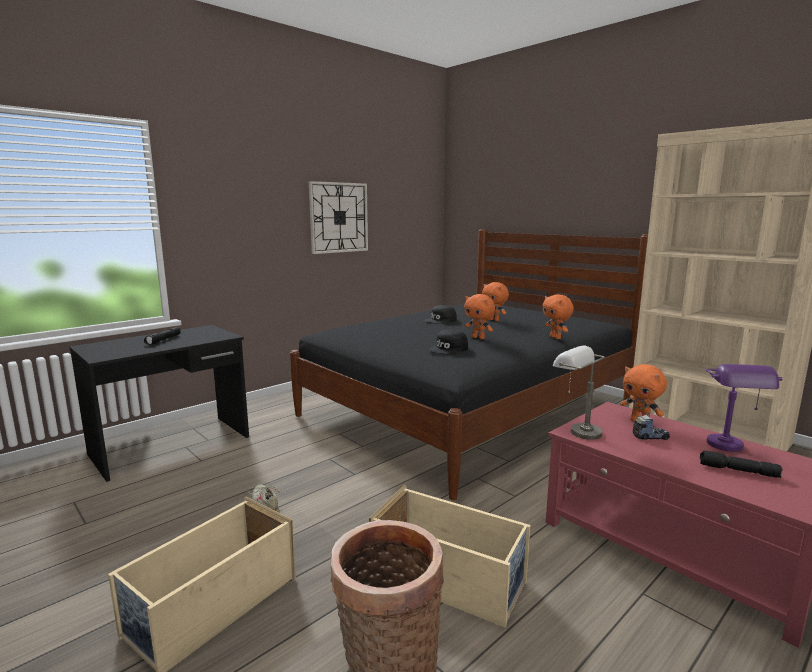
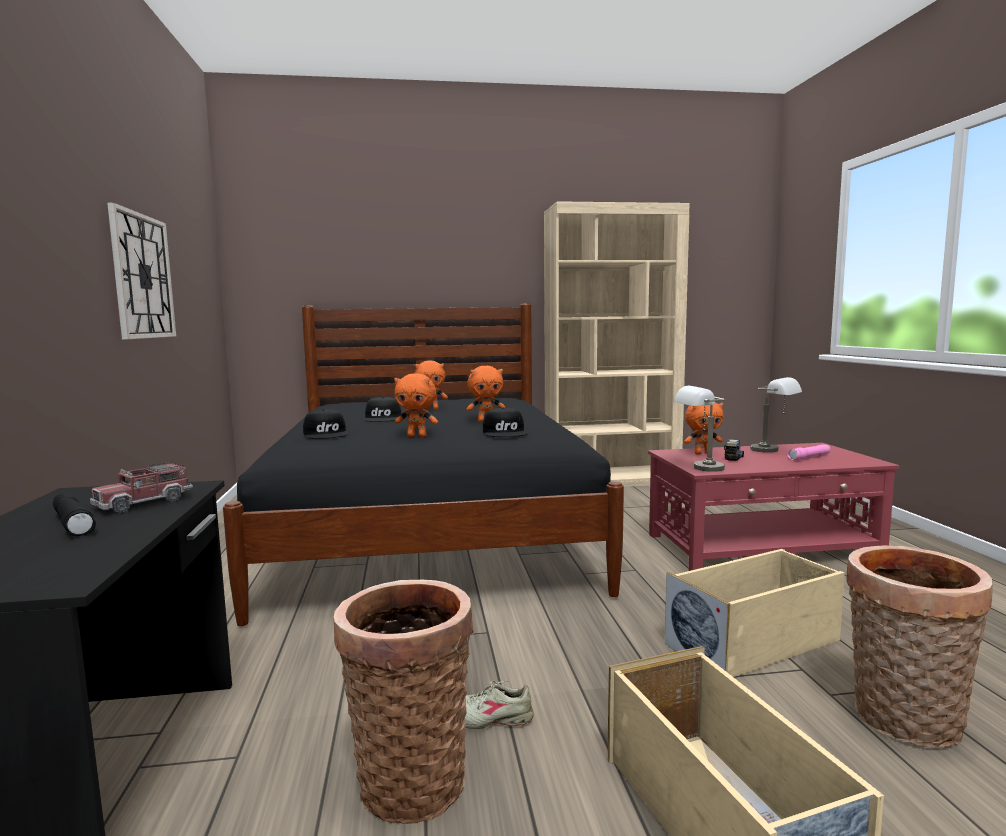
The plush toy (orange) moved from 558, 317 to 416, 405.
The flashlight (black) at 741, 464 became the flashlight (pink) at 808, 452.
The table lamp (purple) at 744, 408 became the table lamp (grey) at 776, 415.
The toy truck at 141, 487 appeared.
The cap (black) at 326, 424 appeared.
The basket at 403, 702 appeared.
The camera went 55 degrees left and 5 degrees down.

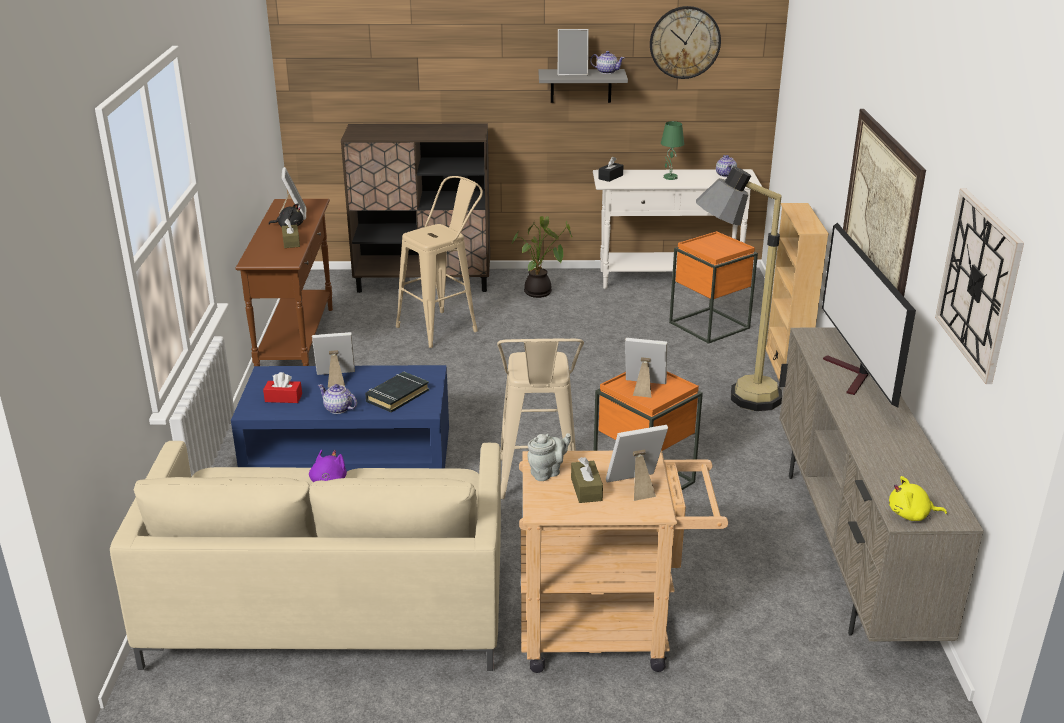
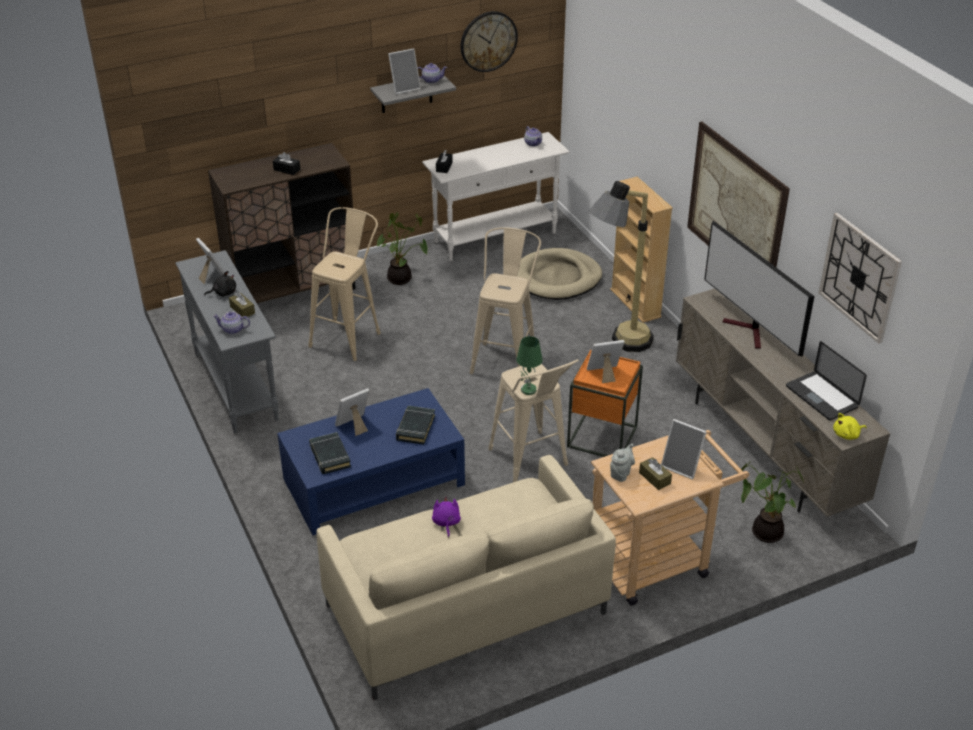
The console table (brown) at 284, 282 became the console table (grey) at 227, 341.
The tissue box (red) at 282, 387 was replaced by the book (black) at 330, 453.
The teapot moved from 337, 399 to 231, 322.
The picture frame at 637, 463 turned 105 degrees counterclockwise.
The table lamp (green) moved from 672, 150 to 529, 365.
The side table (orange) at 713, 287 was replaced by the dog bed (beige) at 559, 274.
The tissue box (black) at 286, 163 appeared.
The stool (beige) at 505, 304 appeared.
The potted plant at 772, 502 appeared.
The laptop at 826, 381 appeared.
The camera went 25 degrees left and 10 degrees up.

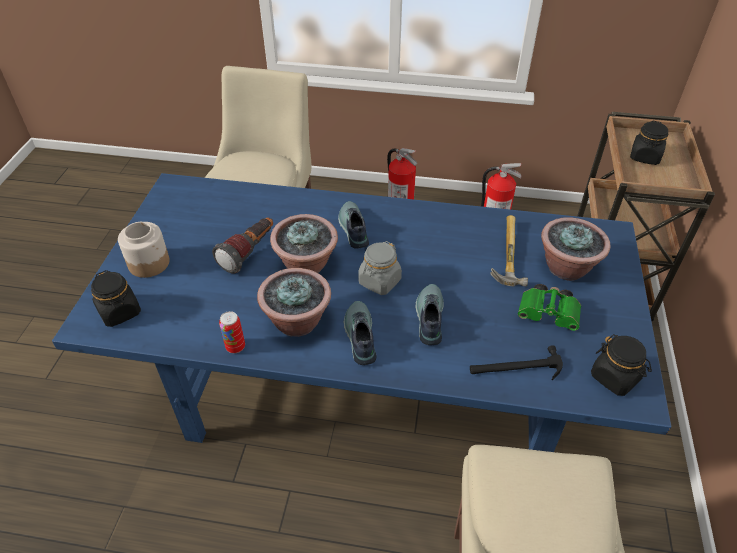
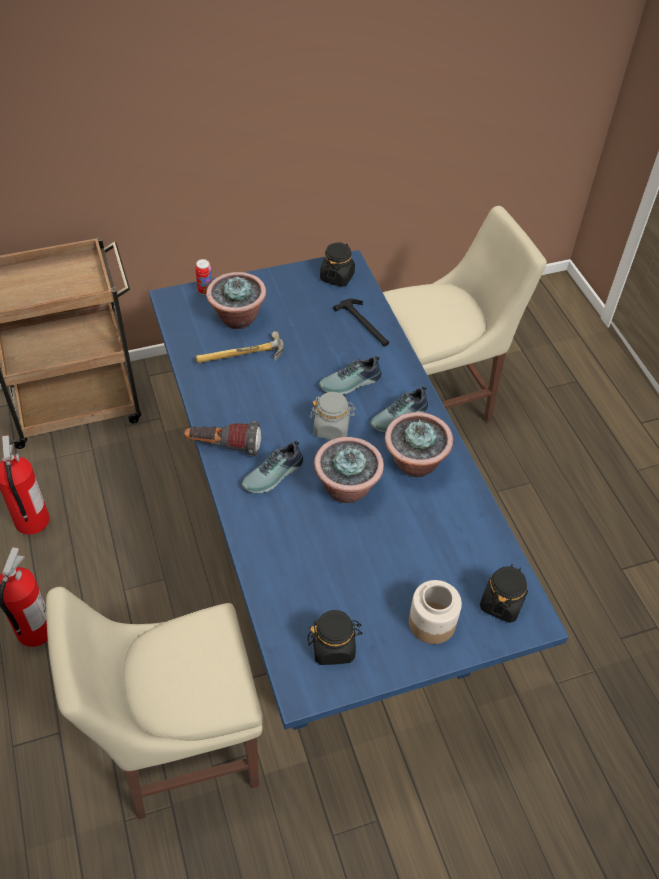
The flashlight moved from 242, 245 to 222, 438.
The can moved from 232, 332 to 203, 277.
The binoculars (green) at 549, 307 disappeared.
The jar (black) moved from 649, 143 to 335, 637.
The camera went 120 degrees left and 5 degrees up.

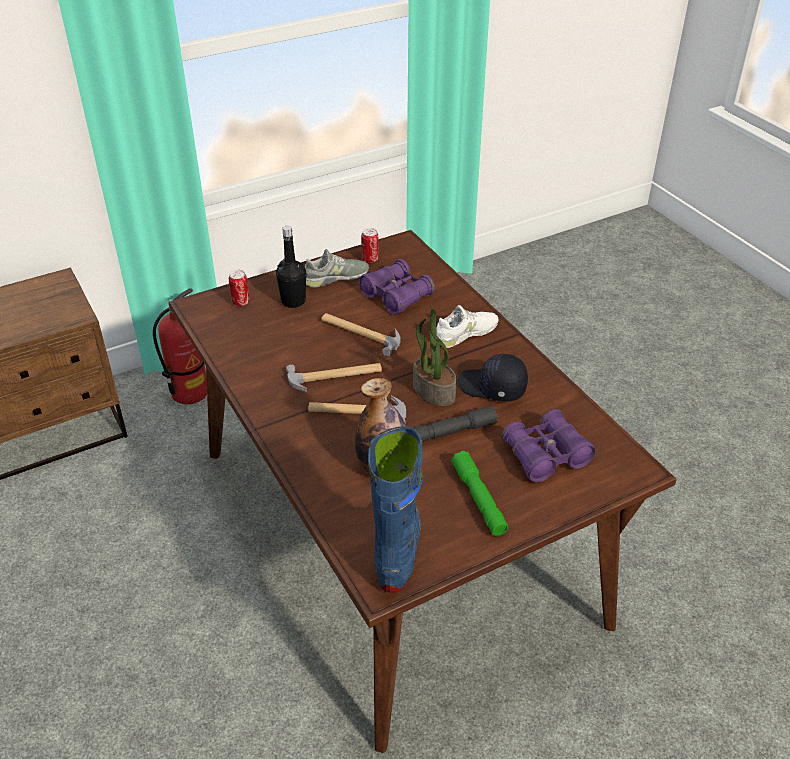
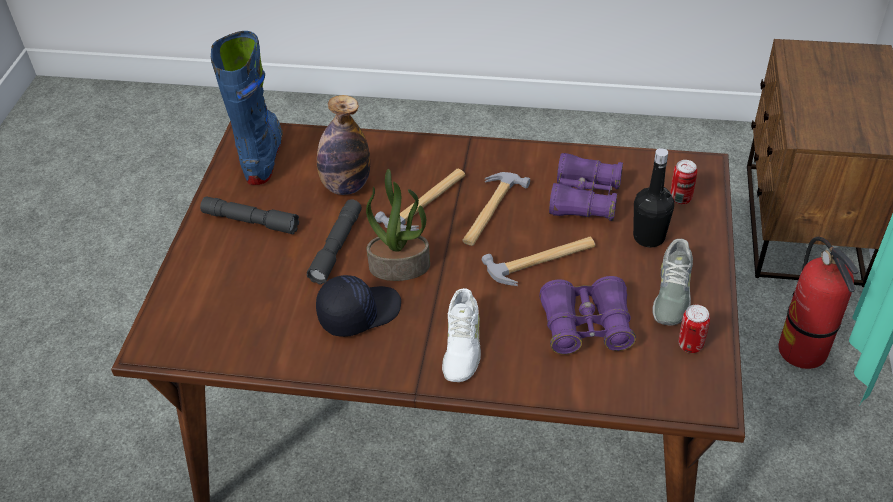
The boot (blue) at 395, 509 turned 135 degrees counterclockwise.
The flashlight (green) at 479, 493 became the flashlight (grey) at 249, 215.
The binoculars (purple) moved from 548, 445 to 586, 187.
The camera went 130 degrees right and 5 degrees up.

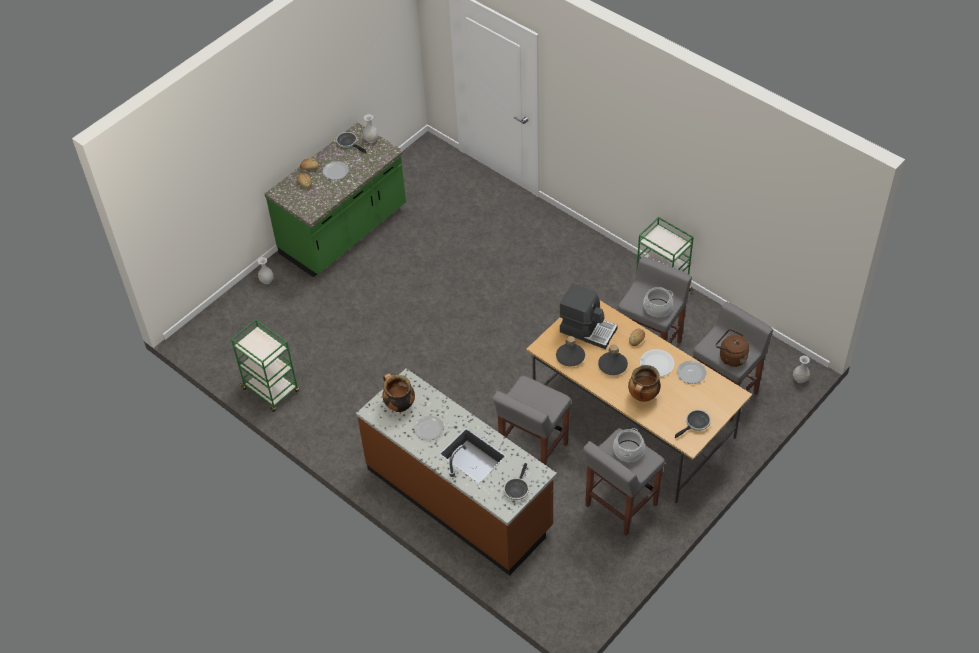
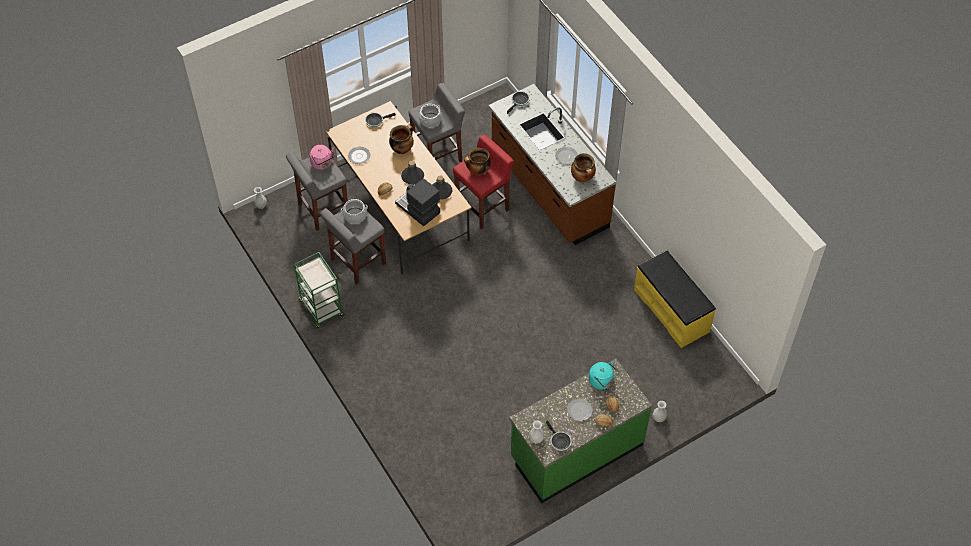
The cart (green) at 265, 365 was replaced by the bench (yellow) at 675, 299.
The stool (grey) at 532, 420 became the stool (red) at 483, 182.
The plate (white) at 657, 363 disappeared.
The kettle (brown) at 732, 348 became the kettle (pink) at 322, 157.
The cooking pot at 477, 162 appeared.
The kettle (turquoise) at 604, 376 appeared.
The camera went 165 degrees left and 5 degrees up.

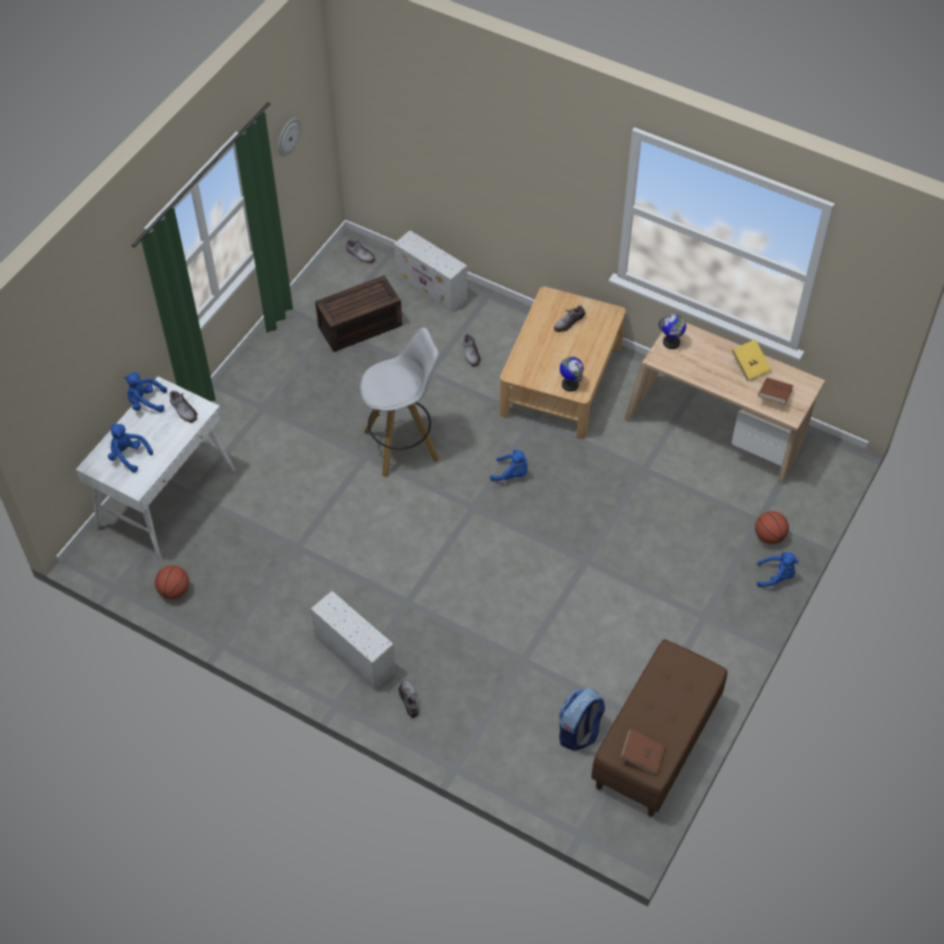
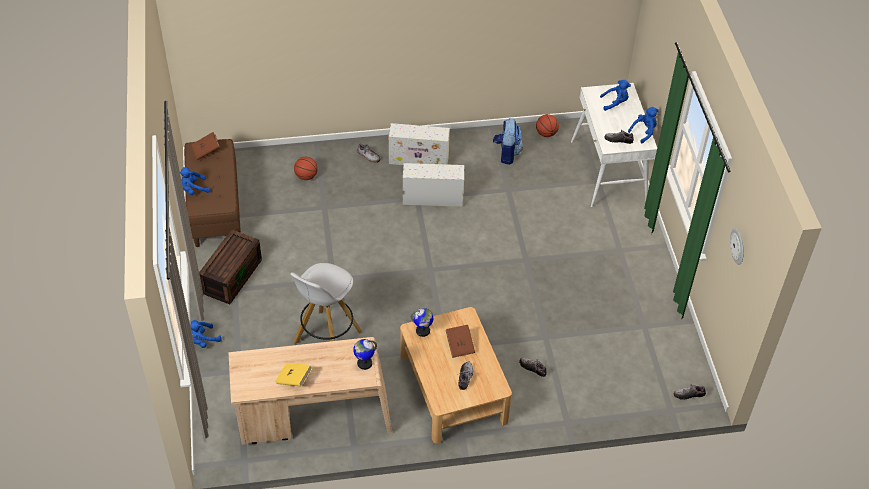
The storage box (brown) moved from 358, 313 to 230, 267.
The stool (white) moved from 399, 402 to 326, 303.
The storage box (white) moved from 431, 271 to 433, 185.
The plush toy (blue) moved from 509, 465 to 195, 181.
The backpack moved from 582, 719 to 508, 141.
The basketball moved from 772, 527 to 306, 168.
The book (brown) moved from 776, 391 to 460, 341.
The camera went 140 degrees right and 5 degrees down.

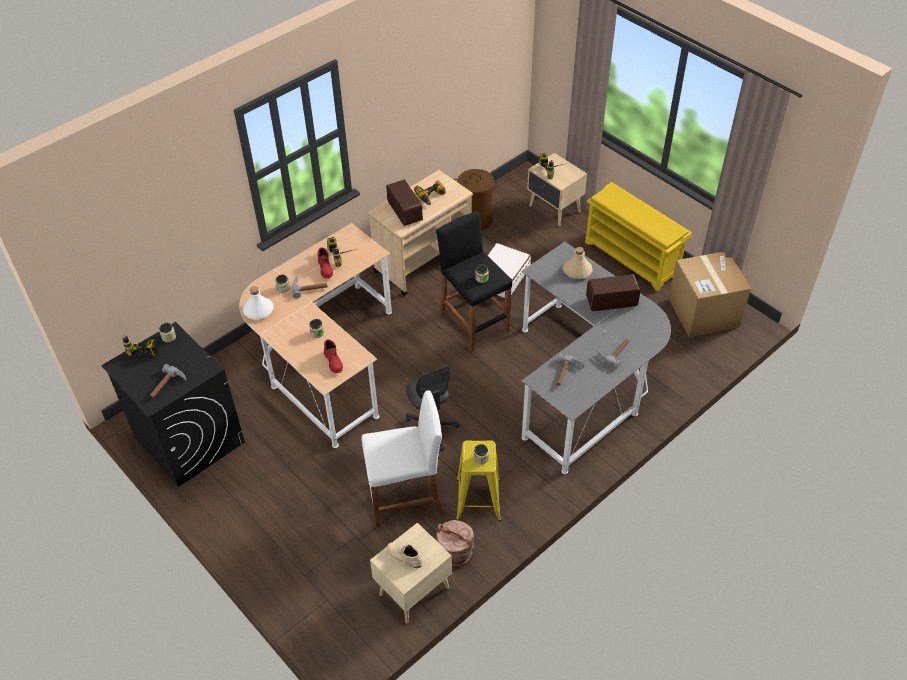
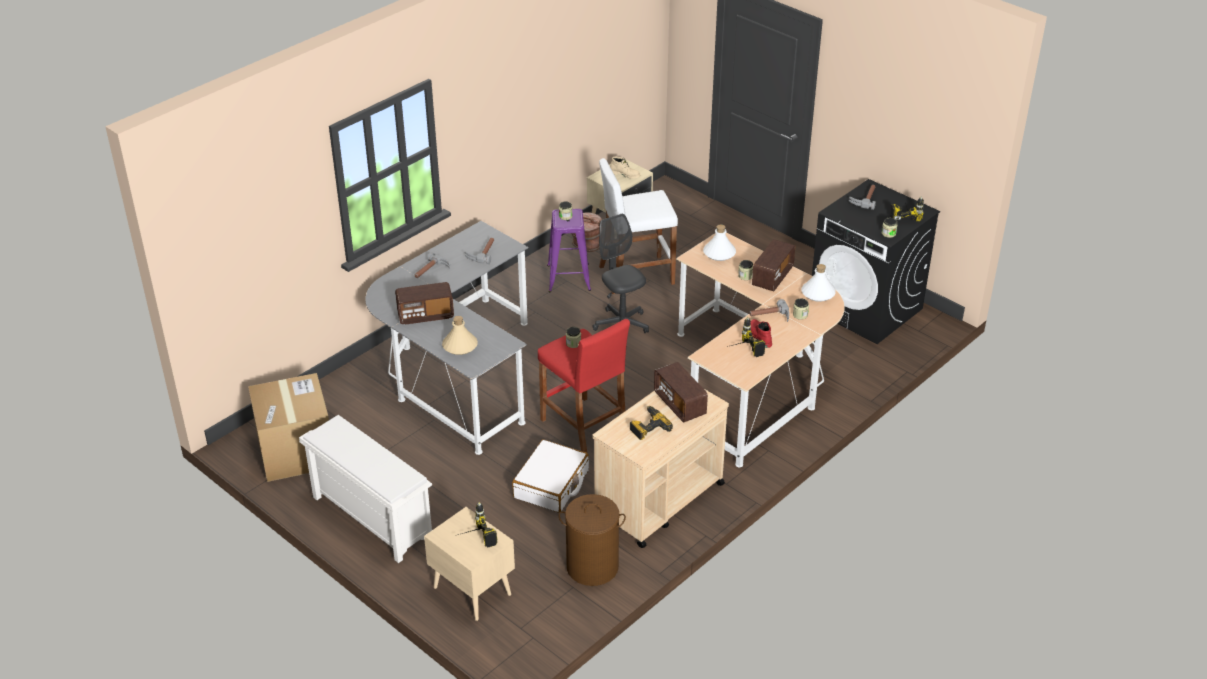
The boot (red) at 333, 356 was replaced by the bottle (white) at 719, 242.
The stool (black) at 474, 281 became the stool (red) at 584, 386.
The stool (yellow) at 478, 480 became the stool (purple) at 569, 250.
The shoe rack (yellow) at 638, 236 became the shoe rack (white) at 365, 489.
The radio at 773, 265 appeared.
The camera went 175 degrees right and 10 degrees down.

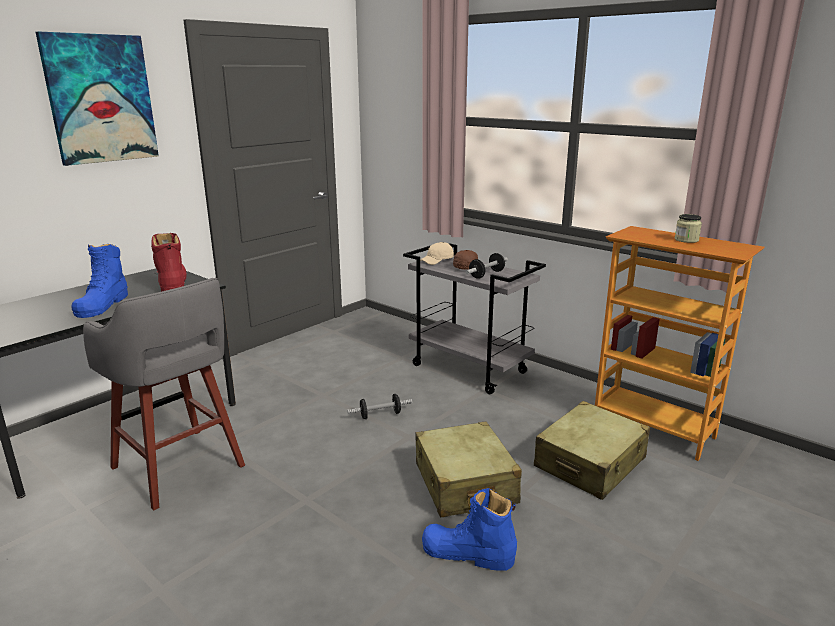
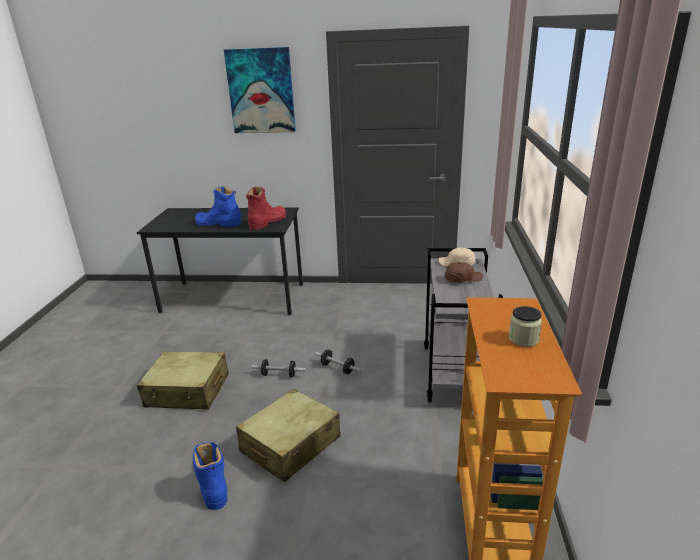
The boot (blue) at 99, 281 turned 45 degrees clockwise.
The stool (grey) at 164, 394 disappeared.
The dumbbell moved from 486, 266 to 278, 368.
The suitcase (beige) moved from 592, 450 to 183, 380.
The camera went 55 degrees right and 5 degrees up.

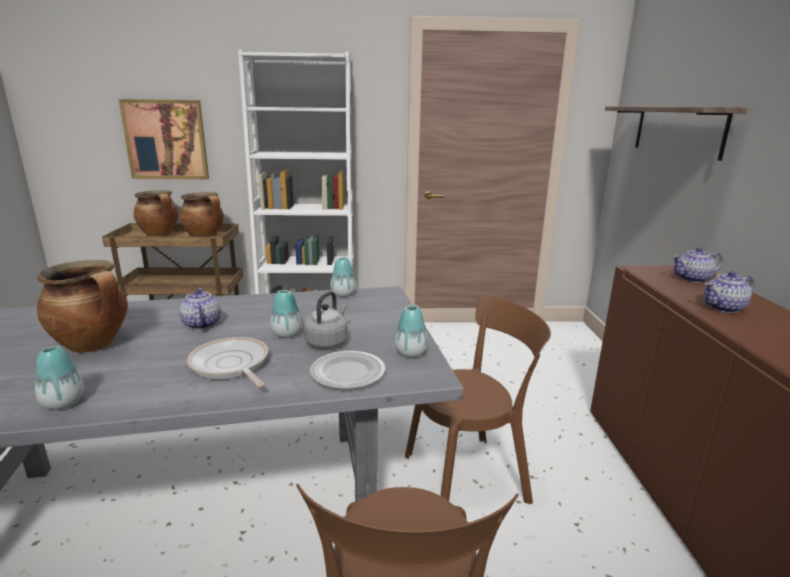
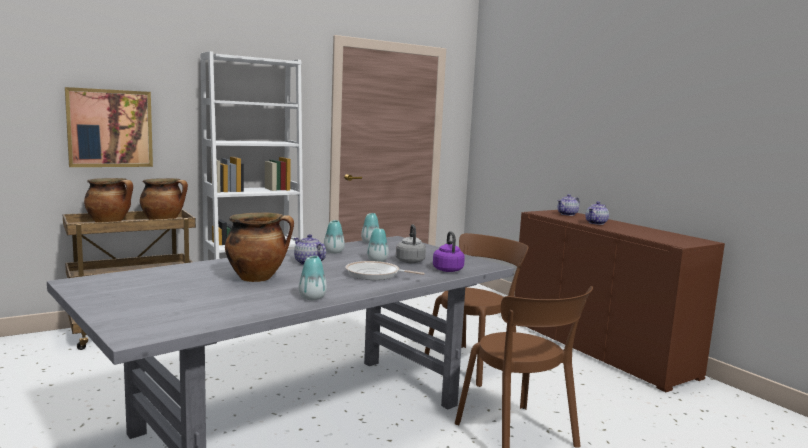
The plate at 347, 370 was replaced by the kettle (purple) at 449, 251.
The vase moved from 411, 331 to 334, 237.
The shelf at 676, 133 disappeared.
The camera went 30 degrees left and 10 degrees down.

